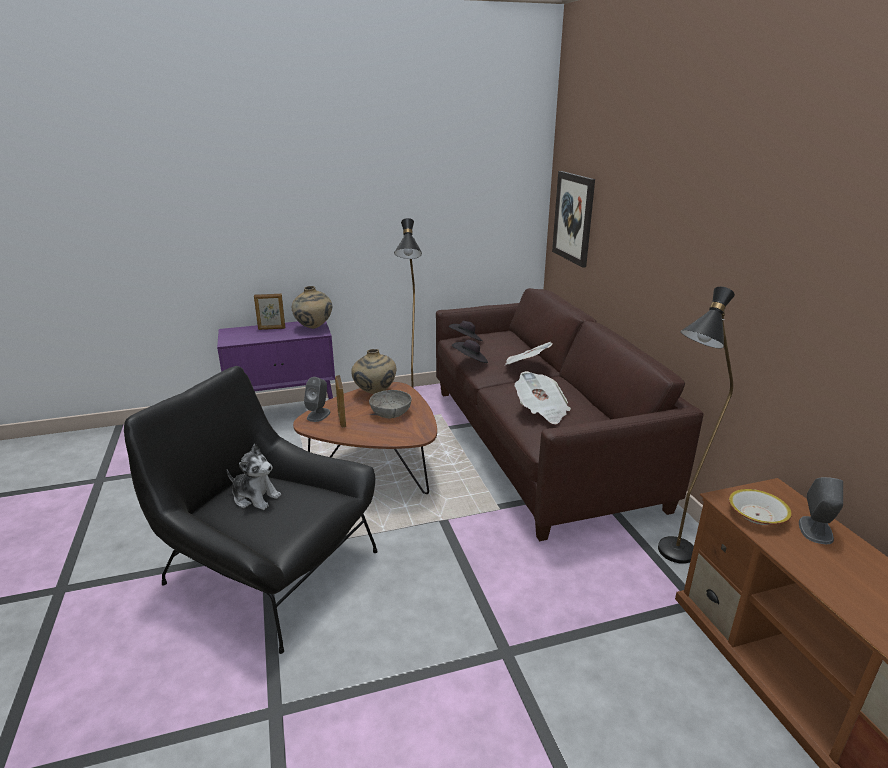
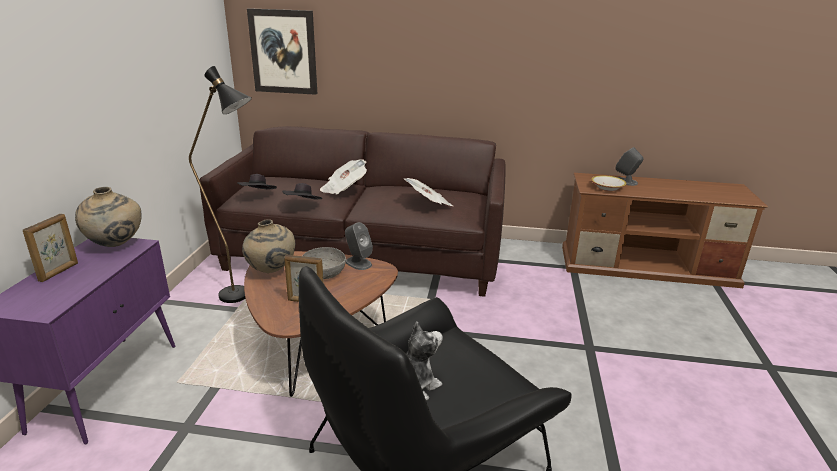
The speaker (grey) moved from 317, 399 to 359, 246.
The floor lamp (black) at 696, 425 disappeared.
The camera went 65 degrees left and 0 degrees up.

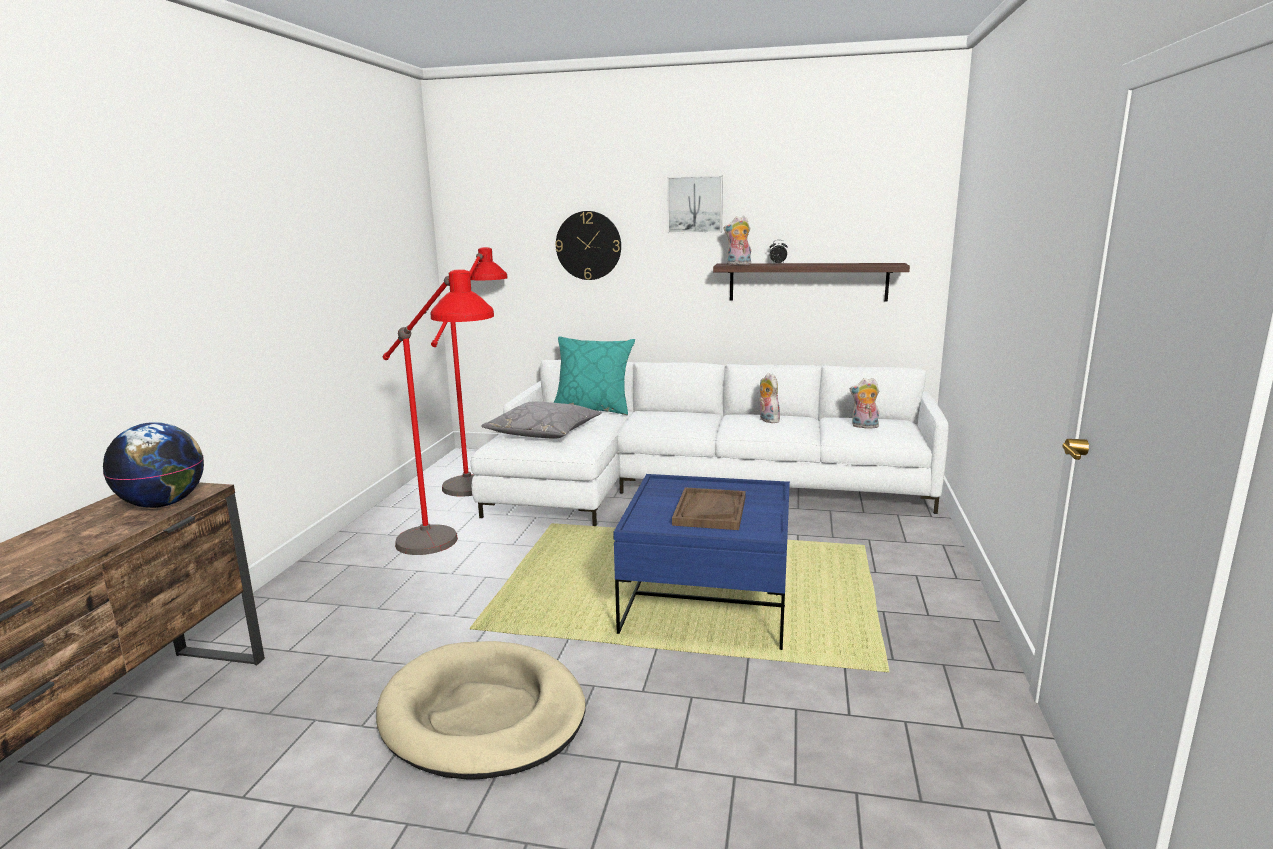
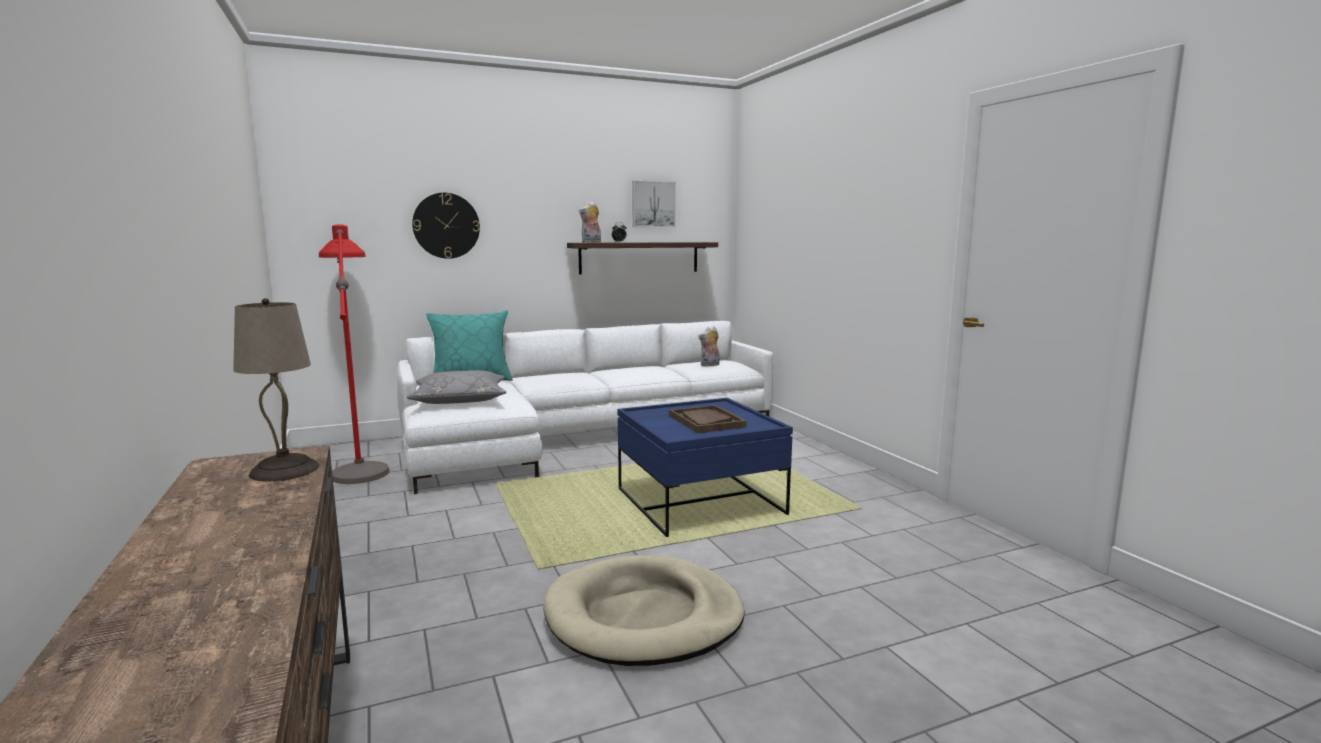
The globe at 153, 465 was replaced by the table lamp (beige) at 276, 389.
The floor lamp (red) at 438, 412 disappeared.
The picture moved from 695, 204 to 654, 203.
The plush toy at 769, 398 disappeared.
The camera went 35 degrees left and 5 degrees down.

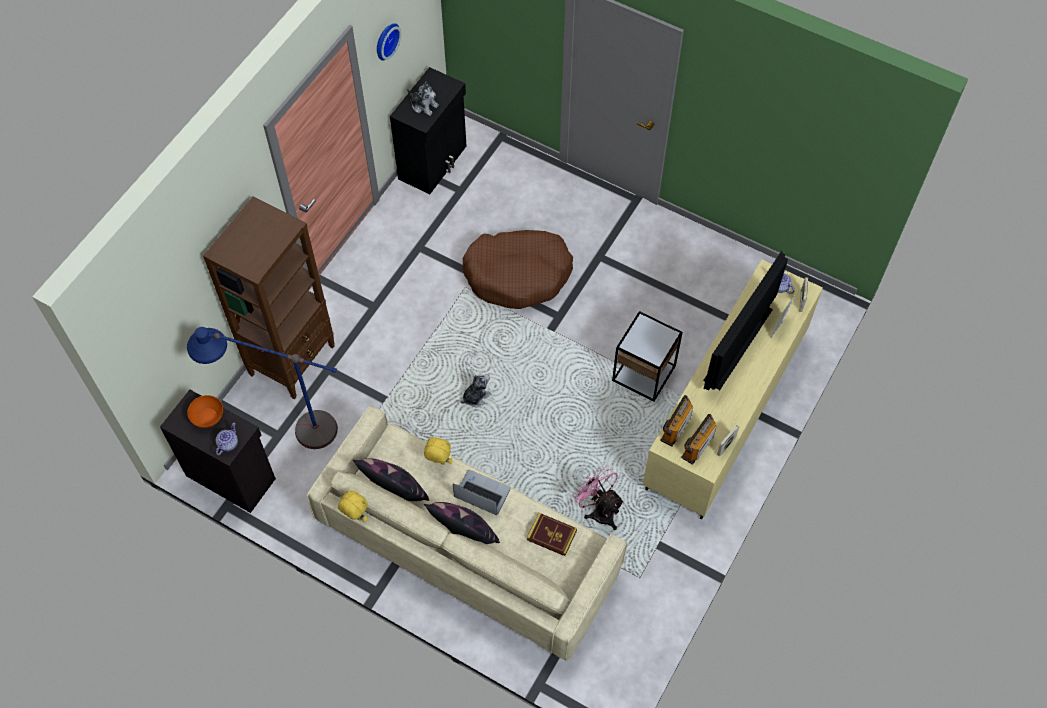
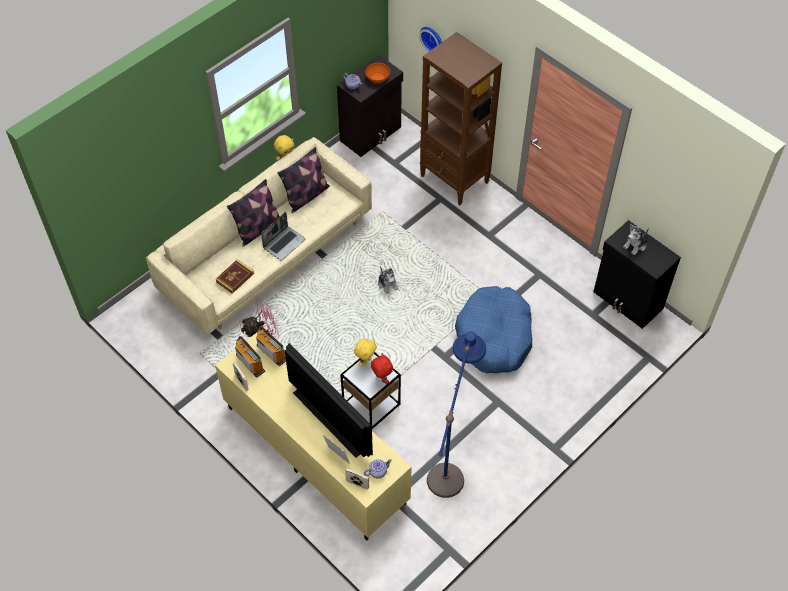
The floor lamp (blue) moved from 262, 388 to 456, 414.
The wall clock moved from 389, 42 to 430, 39.
The plush toy (yellow) moved from 438, 451 to 365, 352.
The dog bed (brown) at 518, 269 became the dog bed (blue) at 493, 330.
The plush toy (red) at 381, 369 appeared.
The camera went 105 degrees right and 5 degrees down.

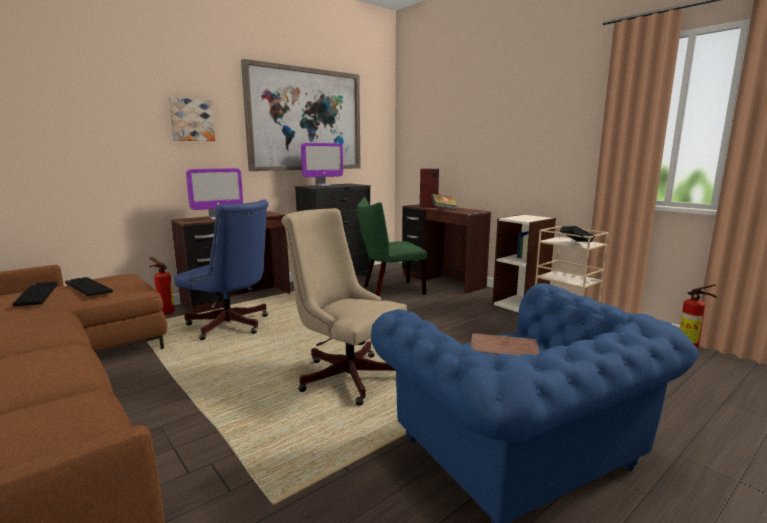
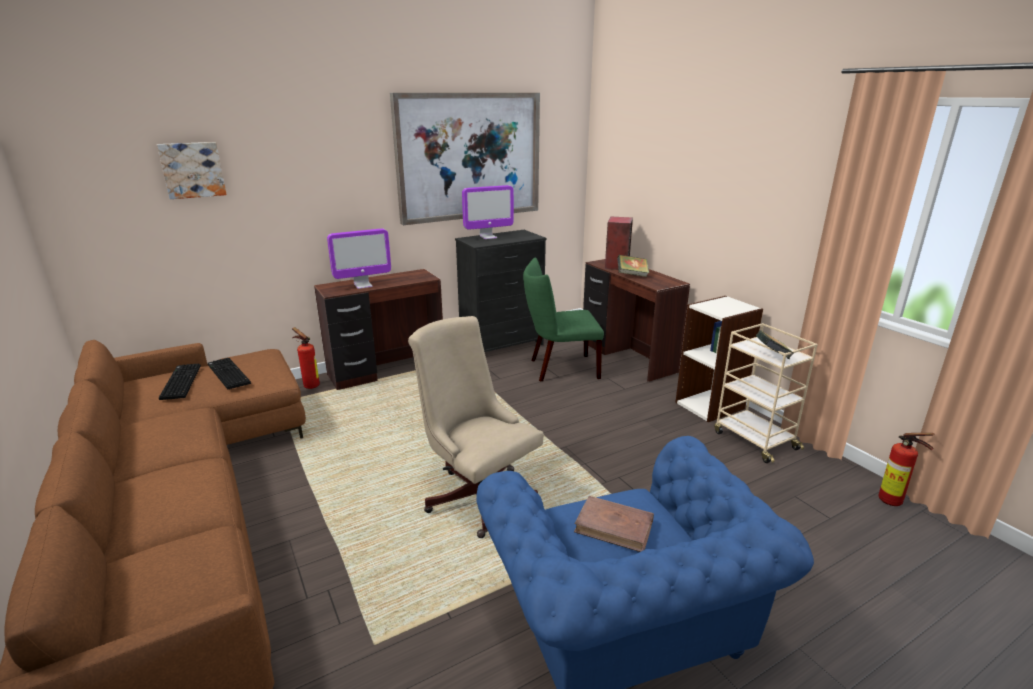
The picture moved from 192, 119 to 192, 170.
The office chair (blue) at 221, 269 disappeared.
The camera went 10 degrees right and 10 degrees up.

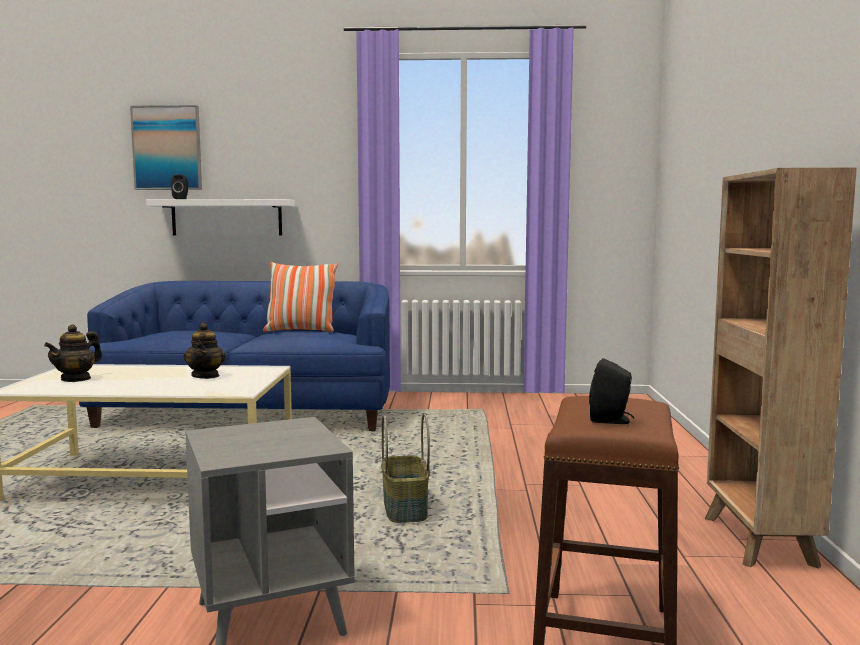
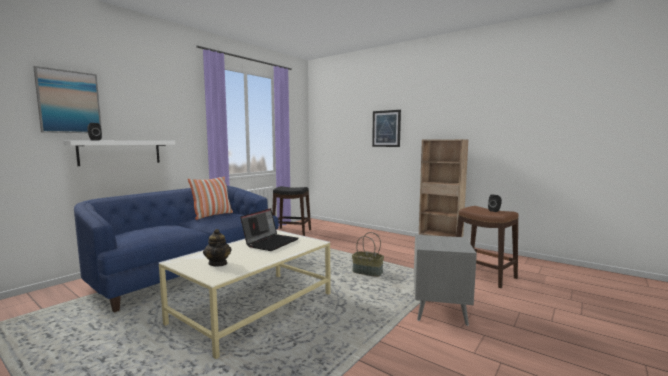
The teapot at 204, 351 was replaced by the laptop at 269, 229.
The stool (black) at 291, 211 appeared.
The picture at 386, 128 appeared.
The camera went 55 degrees left and 0 degrees up.

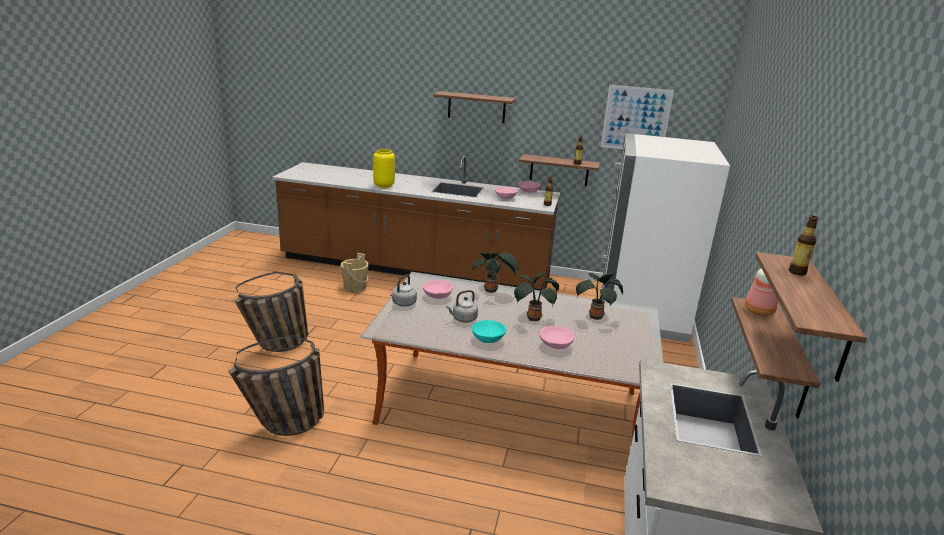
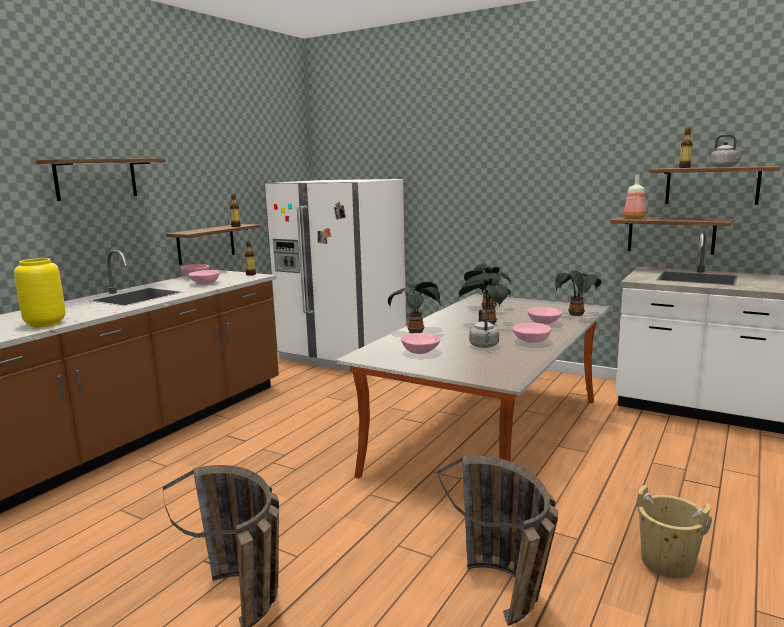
The bucket (beige) moved from 355, 272 to 674, 532.
The kettle (grey) moved from 403, 290 to 728, 150.
The bowl (turquoise) at 489, 331 became the bowl (pink) at 531, 333.
The picture at 637, 117 disappeared.
The potted plant at 578, 293 appeared.
The camera went 70 degrees left and 10 degrees down.

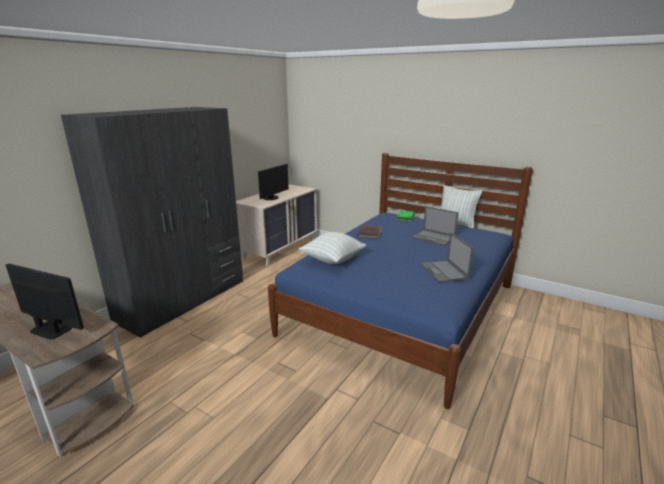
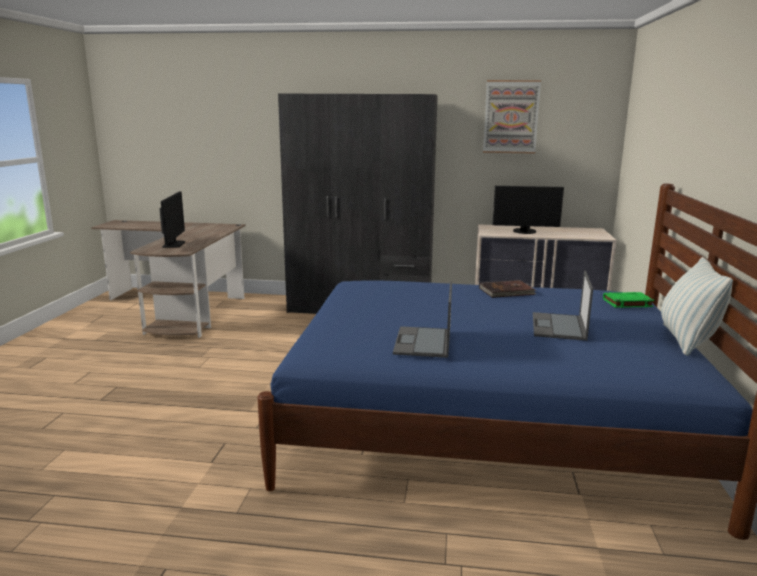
The pillow at 332, 248 disappeared.
The laptop at 447, 257 turned 45 degrees counterclockwise.
The picture at 512, 117 appeared.
The camera went 65 degrees right and 5 degrees down.

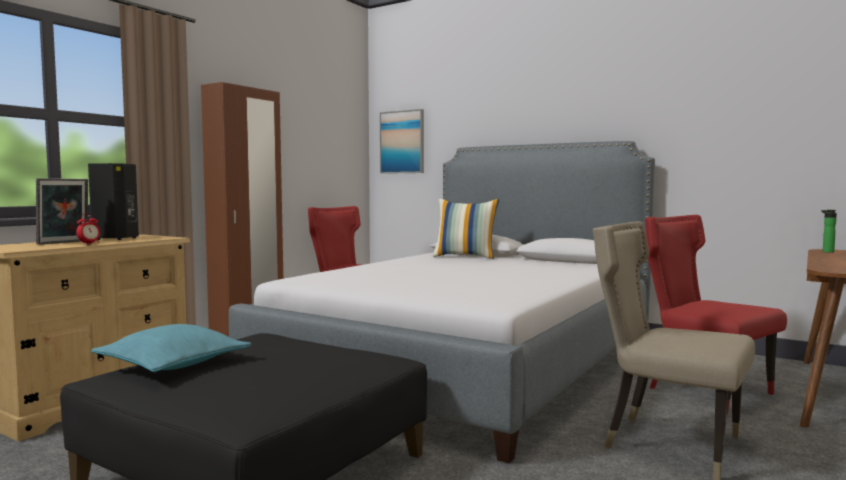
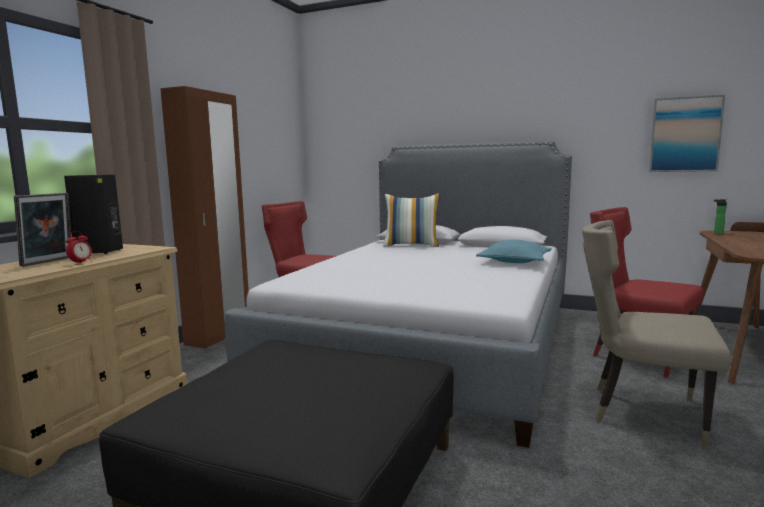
The pillow (turquoise) moved from 171, 348 to 514, 251.
The picture moved from 402, 141 to 687, 133.
The camera went 10 degrees left and 5 degrees up.

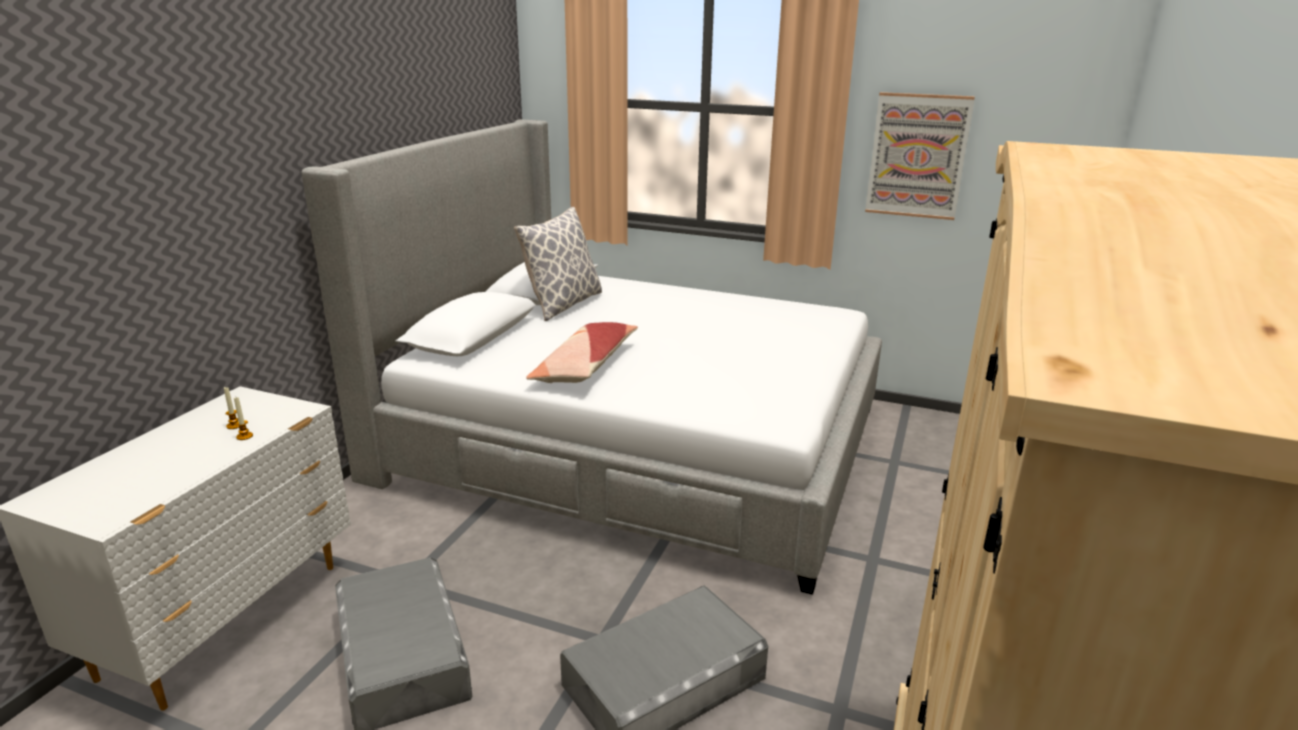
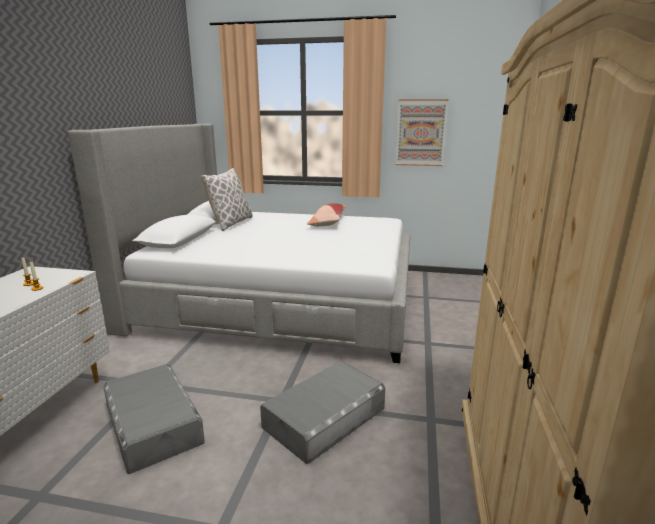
The pillow moved from 582, 352 to 327, 215.
The camera went 10 degrees left and 5 degrees down.

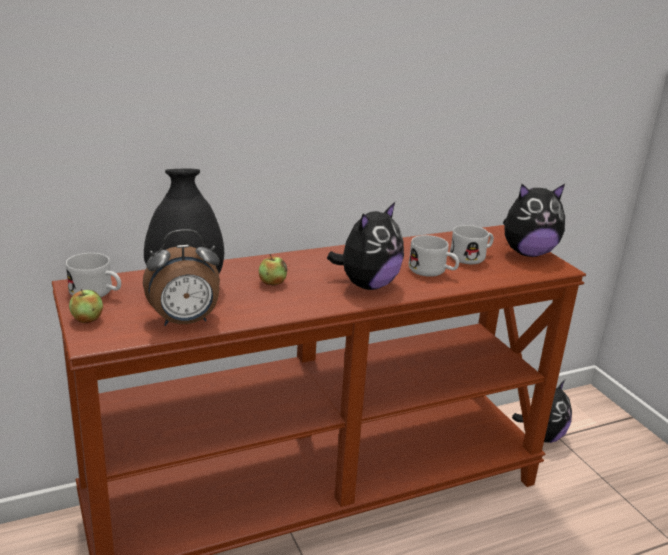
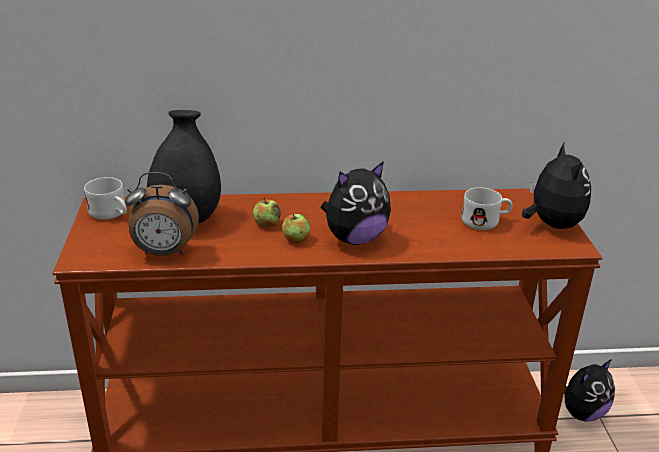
The apple moved from 86, 306 to 296, 228.
The mug (white) at 434, 256 disappeared.
The plush toy at 534, 220 turned 105 degrees counterclockwise.
The camera went 20 degrees right and 5 degrees up.

